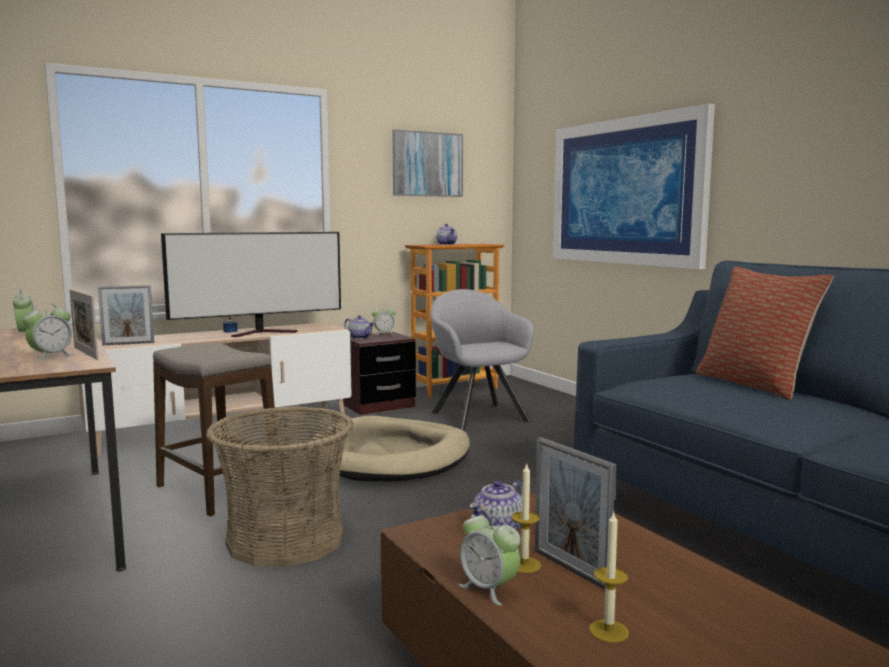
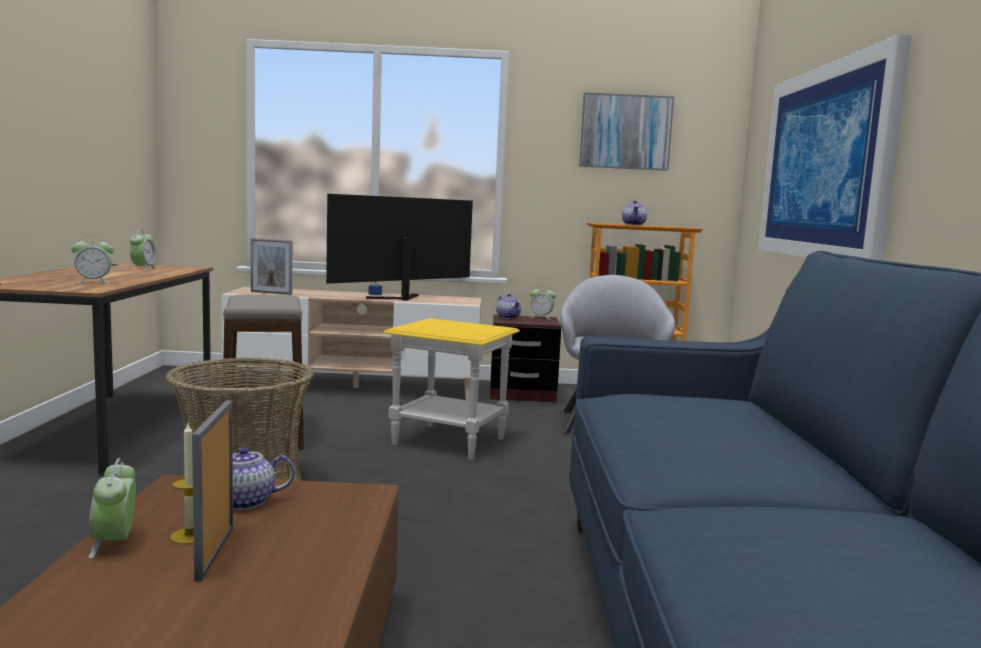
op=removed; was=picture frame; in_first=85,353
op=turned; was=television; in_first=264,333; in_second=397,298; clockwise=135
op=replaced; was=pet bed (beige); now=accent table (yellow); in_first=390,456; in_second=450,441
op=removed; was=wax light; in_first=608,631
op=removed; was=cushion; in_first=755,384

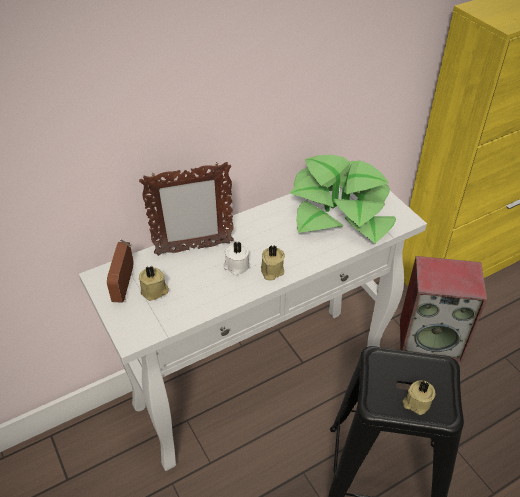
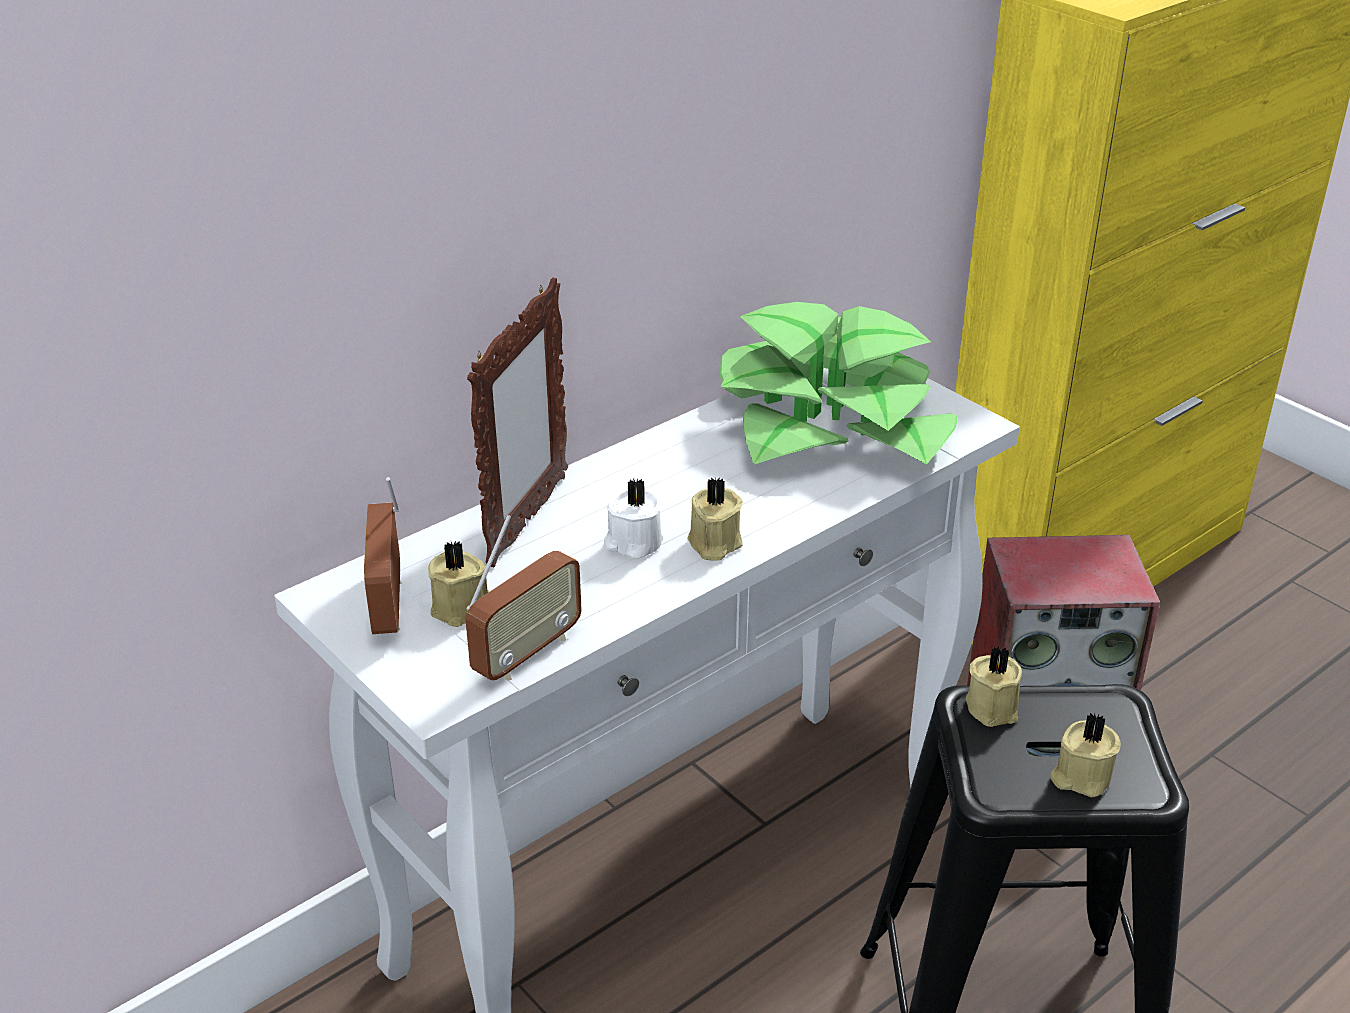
op=turned; was=picture frame; in_first=193,248; in_second=527,521; clockwise=-45
op=added; now=radio set; in_second=526,653
op=added; now=wax light (beige); in_second=993,706

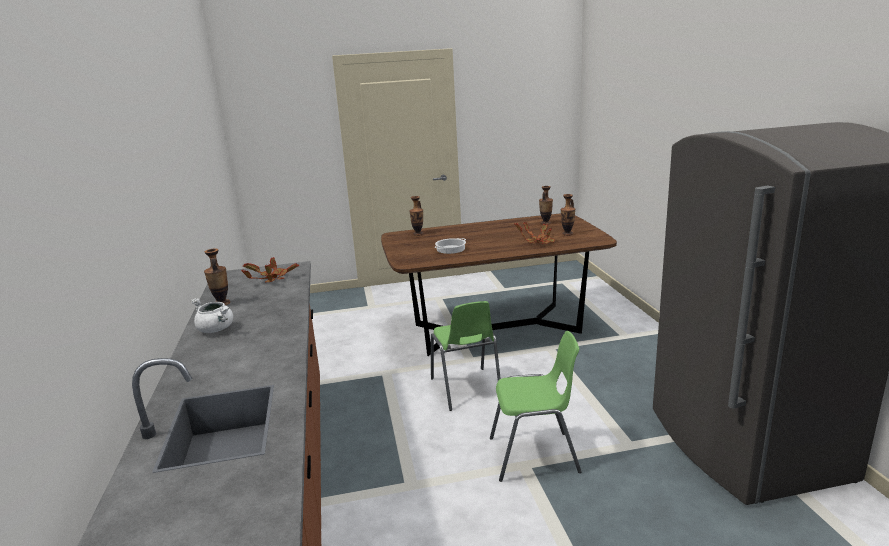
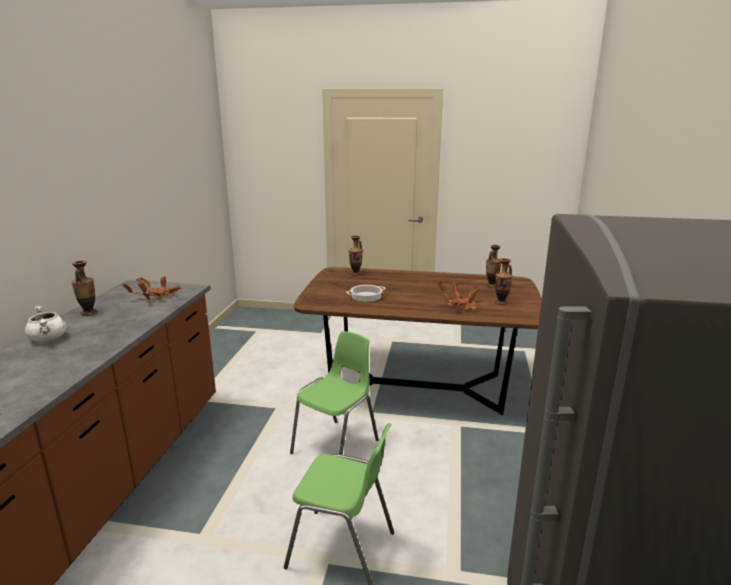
op=turned; was=plain chair (green-coloured); in_first=466,389; in_second=337,447; clockwise=-150

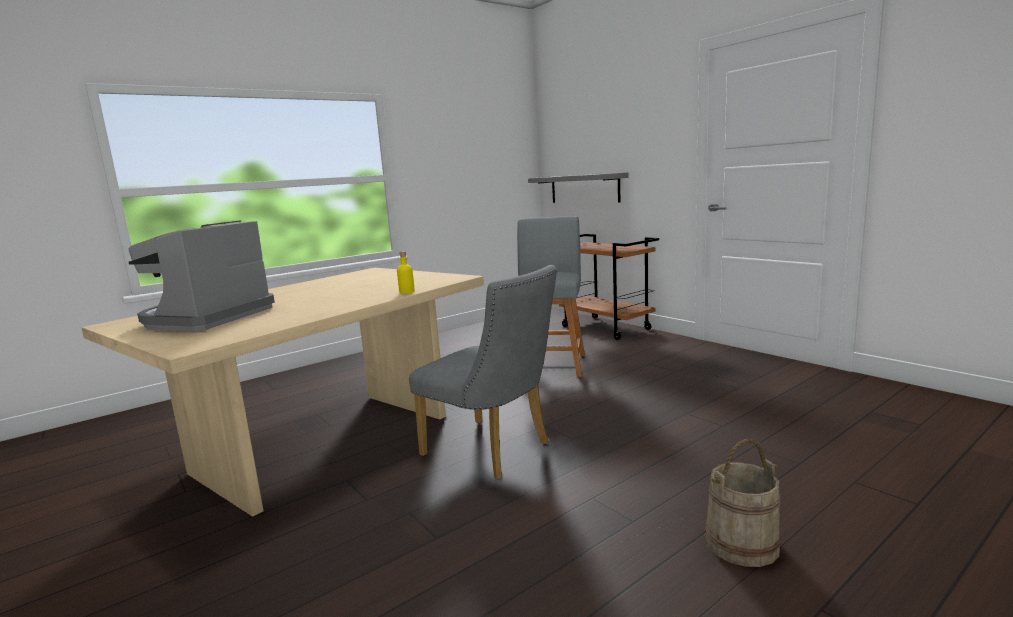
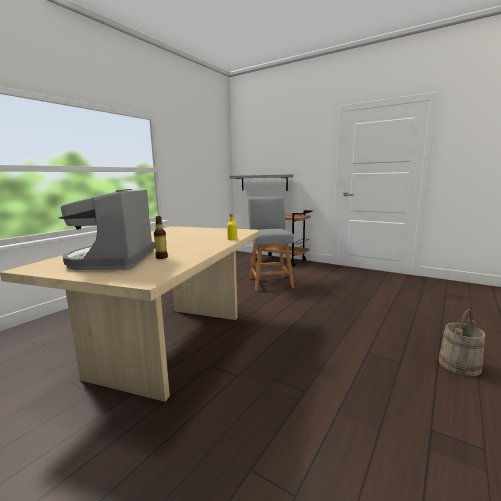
op=removed; was=plain chair (greyish); in_first=493,451
op=added; now=beverage bottle; in_second=161,257

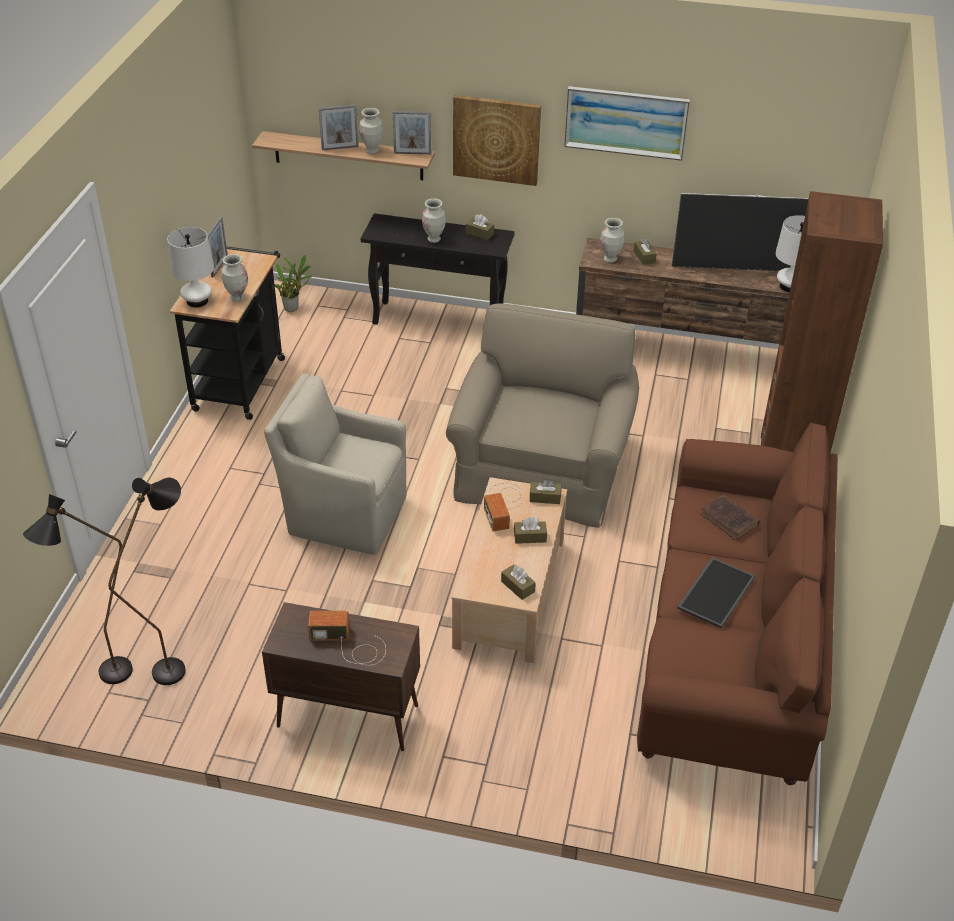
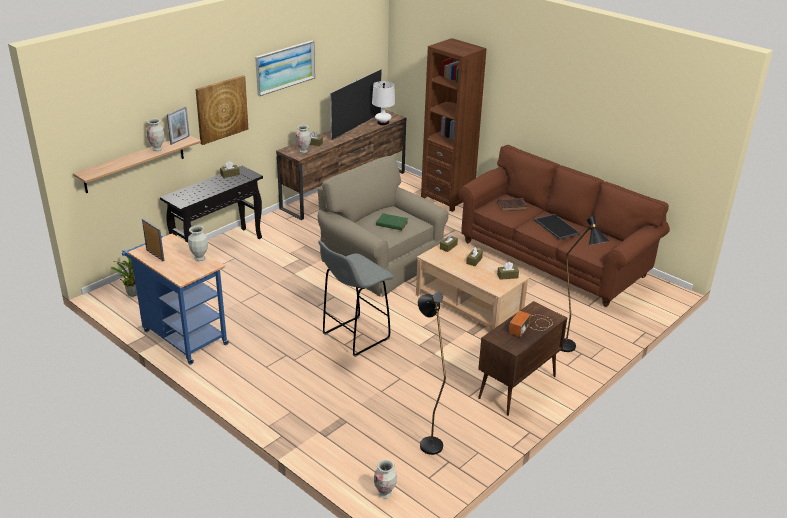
op=moved; was=standard lamp (black); in_first=106,679; in_second=570,350
op=removed; was=lamp for a table (white); in_first=197,301
op=recoloured; was=trolley (black); now=trolley (bluish); in_first=241,379; in_second=181,336
op=replaced; was=lounge chair (beige); now=sitting stool (greyish); in_first=344,514; in_second=354,337
op=removed; was=picture frame; in_first=340,148
op=moved; was=decorative vase; in_first=434,239; in_second=385,494
op=removed; was=radio set; in_first=503,505
op=added; now=bound book (green-coloured); in_second=391,223

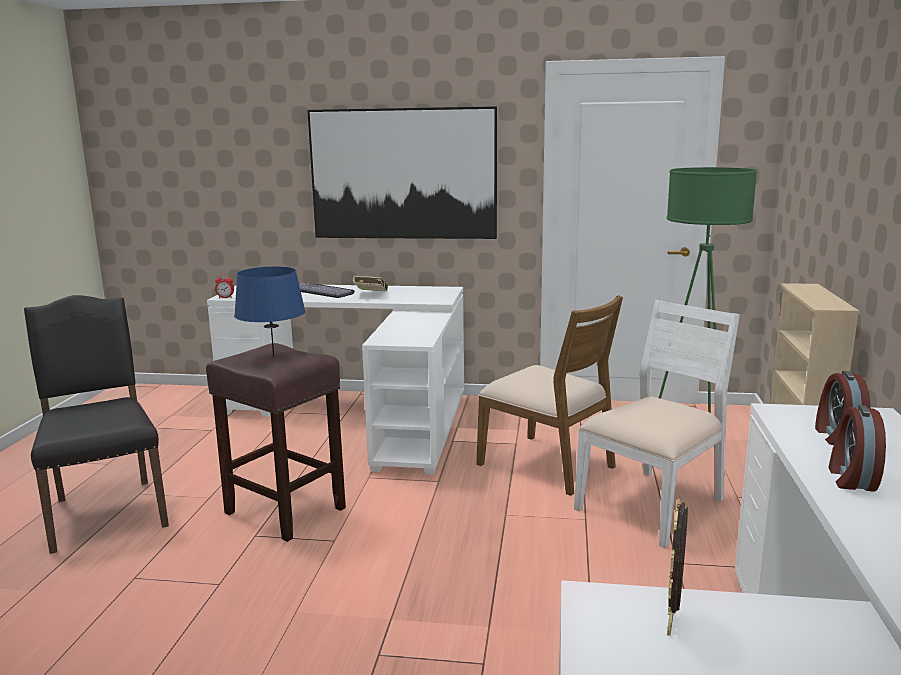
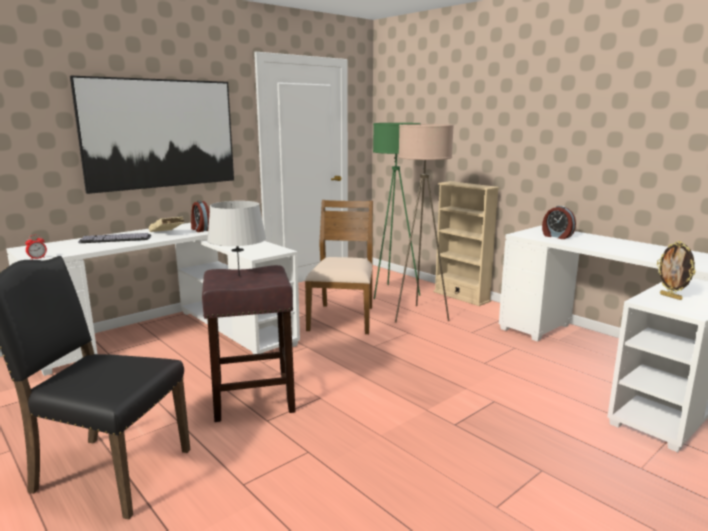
op=recoloured; was=lamp for a table (bluish); now=lamp for a table (greyish); in_first=273,357; in_second=239,275
op=turned; was=plain chair (brownish); in_first=548,465; in_second=343,318; clockwise=-75
op=replaced; was=plain chair (white); now=standard lamp (beige); in_first=653,505; in_second=419,316
op=moved; was=table clock; in_first=851,478; in_second=200,229

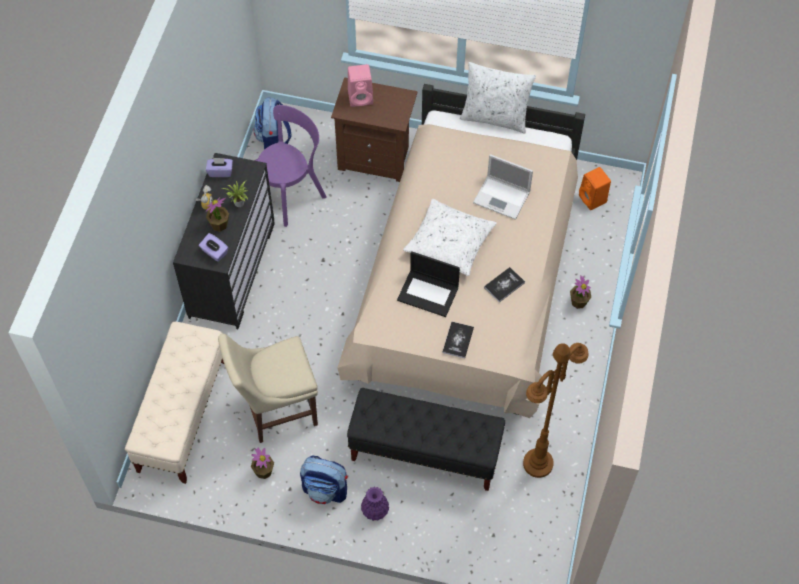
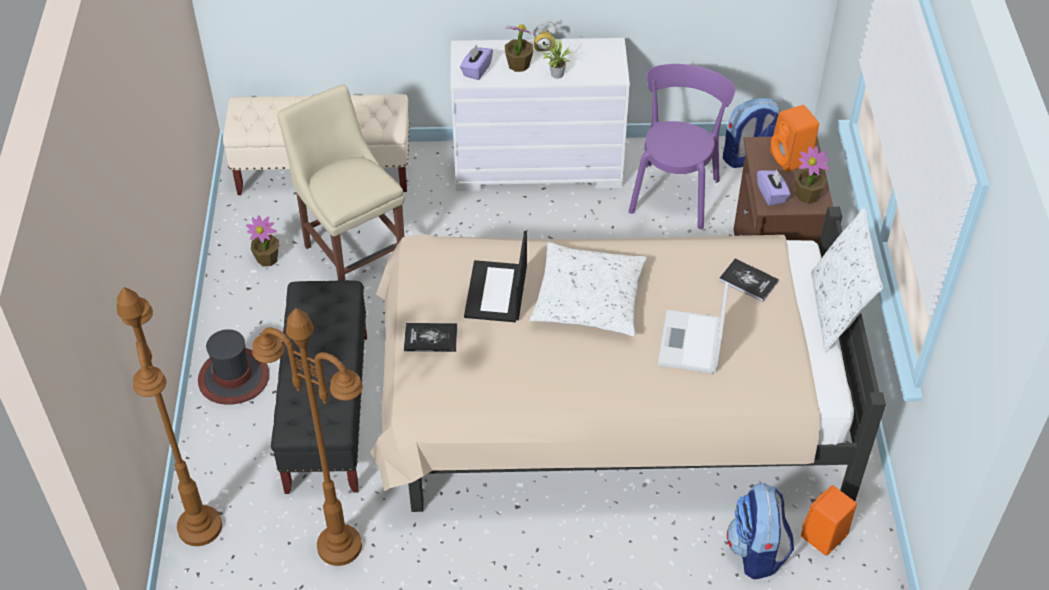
op=recoloured; was=drawer chest (black); now=drawer chest (white); in_first=231,269; in_second=538,165
op=moved; was=tissue holder (purple); in_first=220,171; in_second=771,194
op=turned; was=plain chair (purple); in_first=291,192; in_second=675,192; clockwise=-105
op=moved; was=rucksack; in_first=326,489; in_second=756,551
op=recoloured; was=audio speaker (pink); now=audio speaker (orangey); in_first=361,97; in_second=791,159
op=replaced; was=decorative vase (purple); now=wearable hat; in_first=375,510; in_second=234,377
op=moved; was=bound book; in_first=504,285; in_second=748,281
op=moved; was=potted plant; in_first=578,302; in_second=807,195
op=added; now=standard lamp (brownish); in_second=199,526

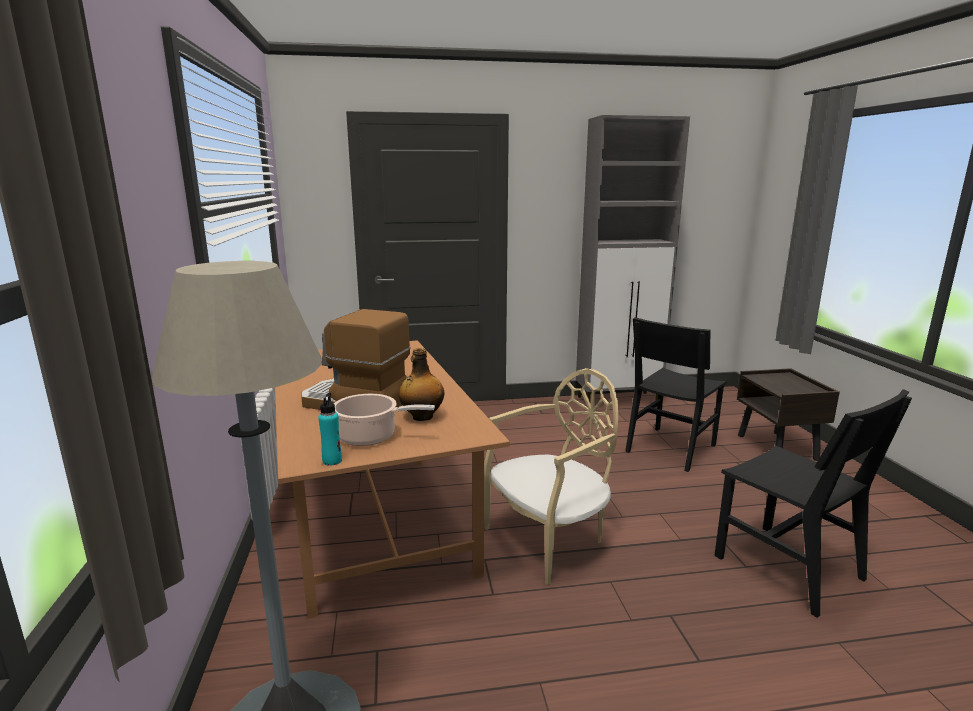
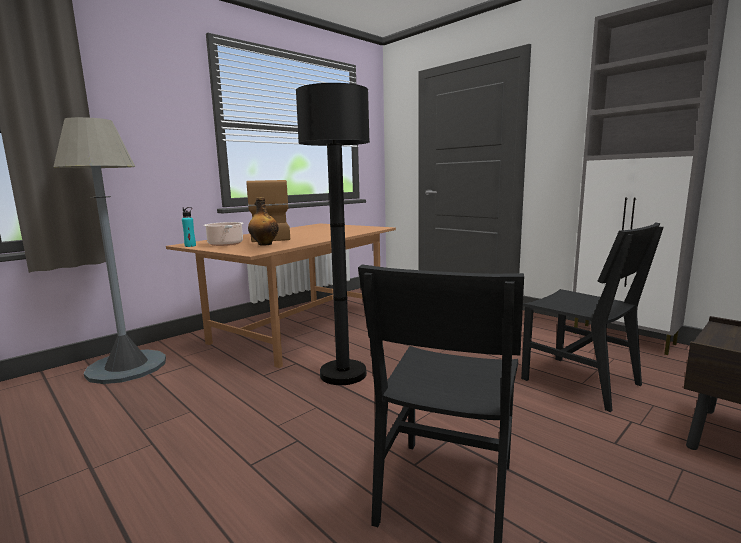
op=replaced; was=plain chair (beige); now=standard lamp (black); in_first=549,539; in_second=343,374
op=turned; was=plain chair (black); in_first=670,448; in_second=580,382; clockwise=-135

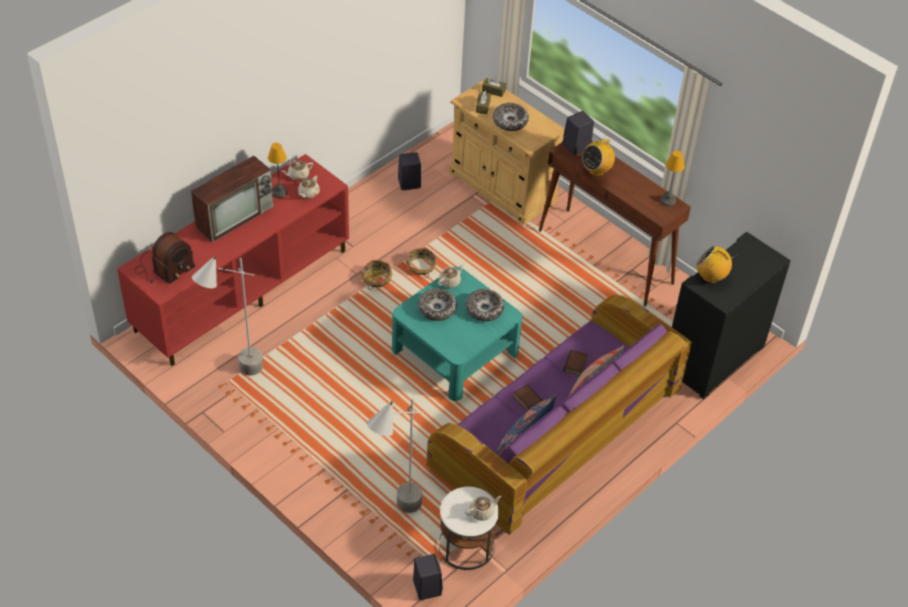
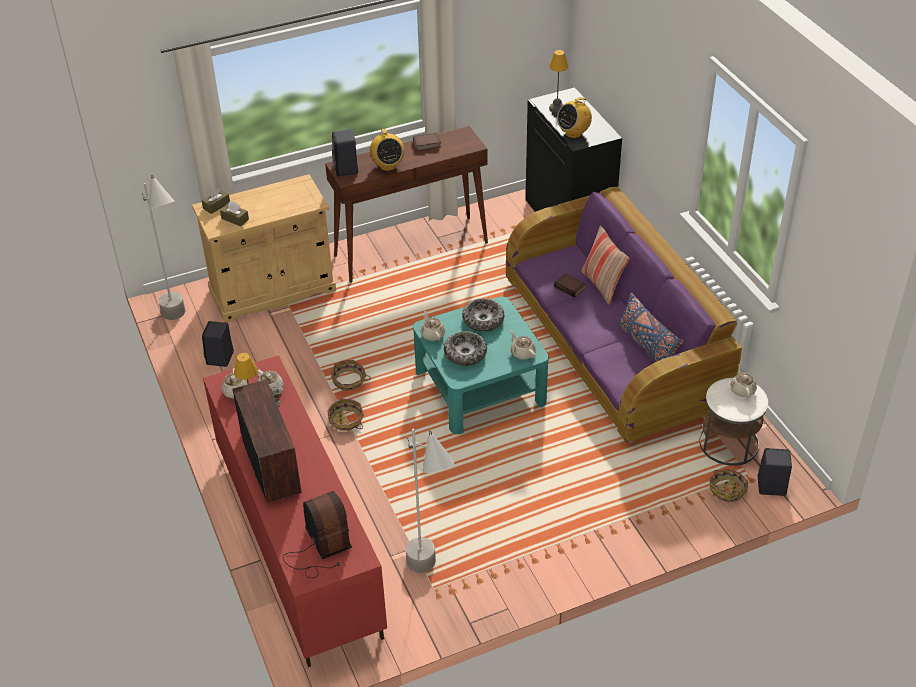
op=moved; was=standard lamp (greyish); in_first=395,516; in_second=181,323
op=removed; was=deep dish; in_first=510,121
op=moved; was=bound book; in_first=526,400; in_second=427,145
op=moved; was=lamp for a table; in_first=667,200; in_second=556,108
op=added; now=teapot (beige); in_second=522,353
op=added; now=basket; in_second=727,489

